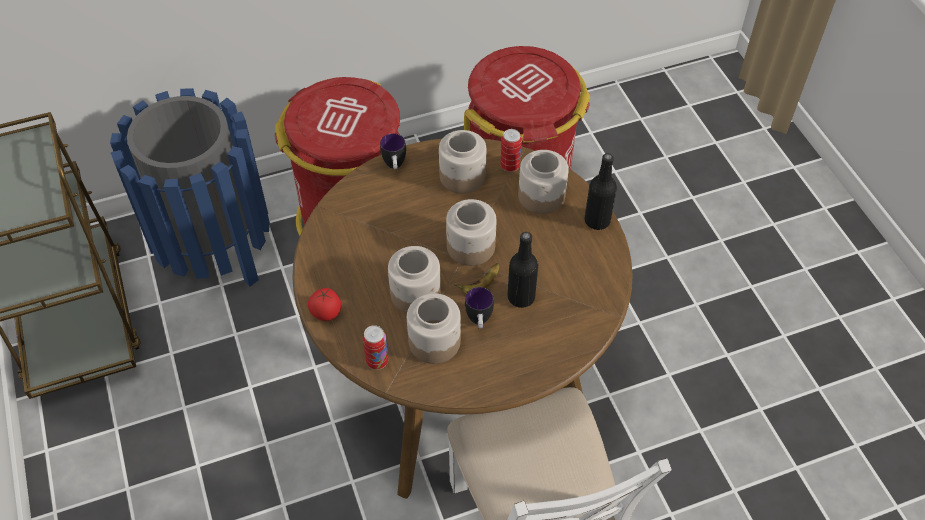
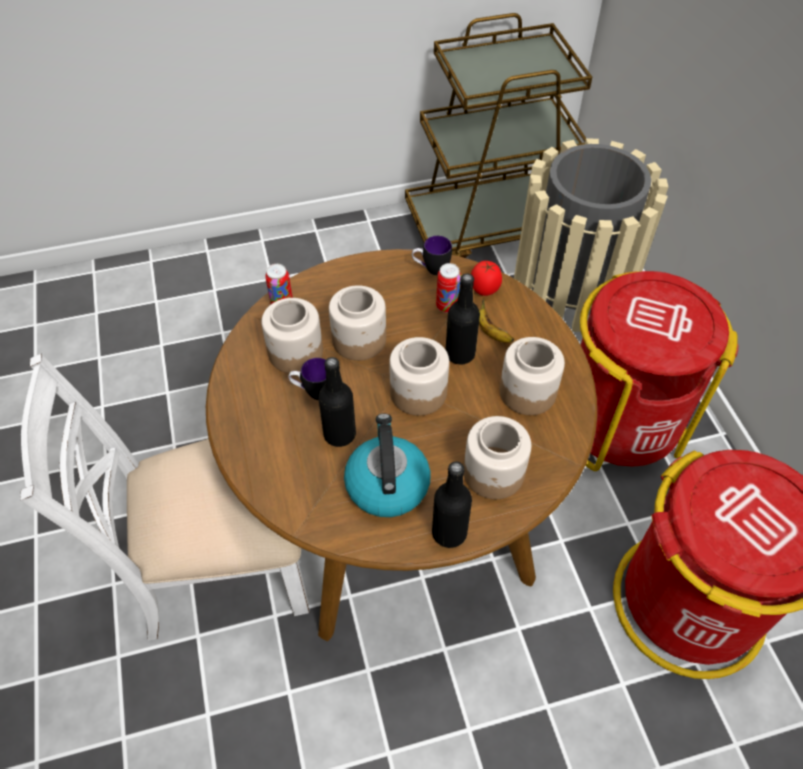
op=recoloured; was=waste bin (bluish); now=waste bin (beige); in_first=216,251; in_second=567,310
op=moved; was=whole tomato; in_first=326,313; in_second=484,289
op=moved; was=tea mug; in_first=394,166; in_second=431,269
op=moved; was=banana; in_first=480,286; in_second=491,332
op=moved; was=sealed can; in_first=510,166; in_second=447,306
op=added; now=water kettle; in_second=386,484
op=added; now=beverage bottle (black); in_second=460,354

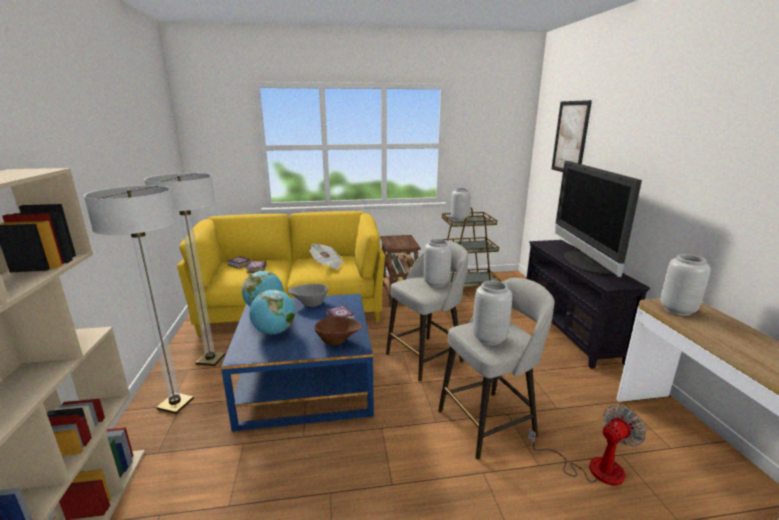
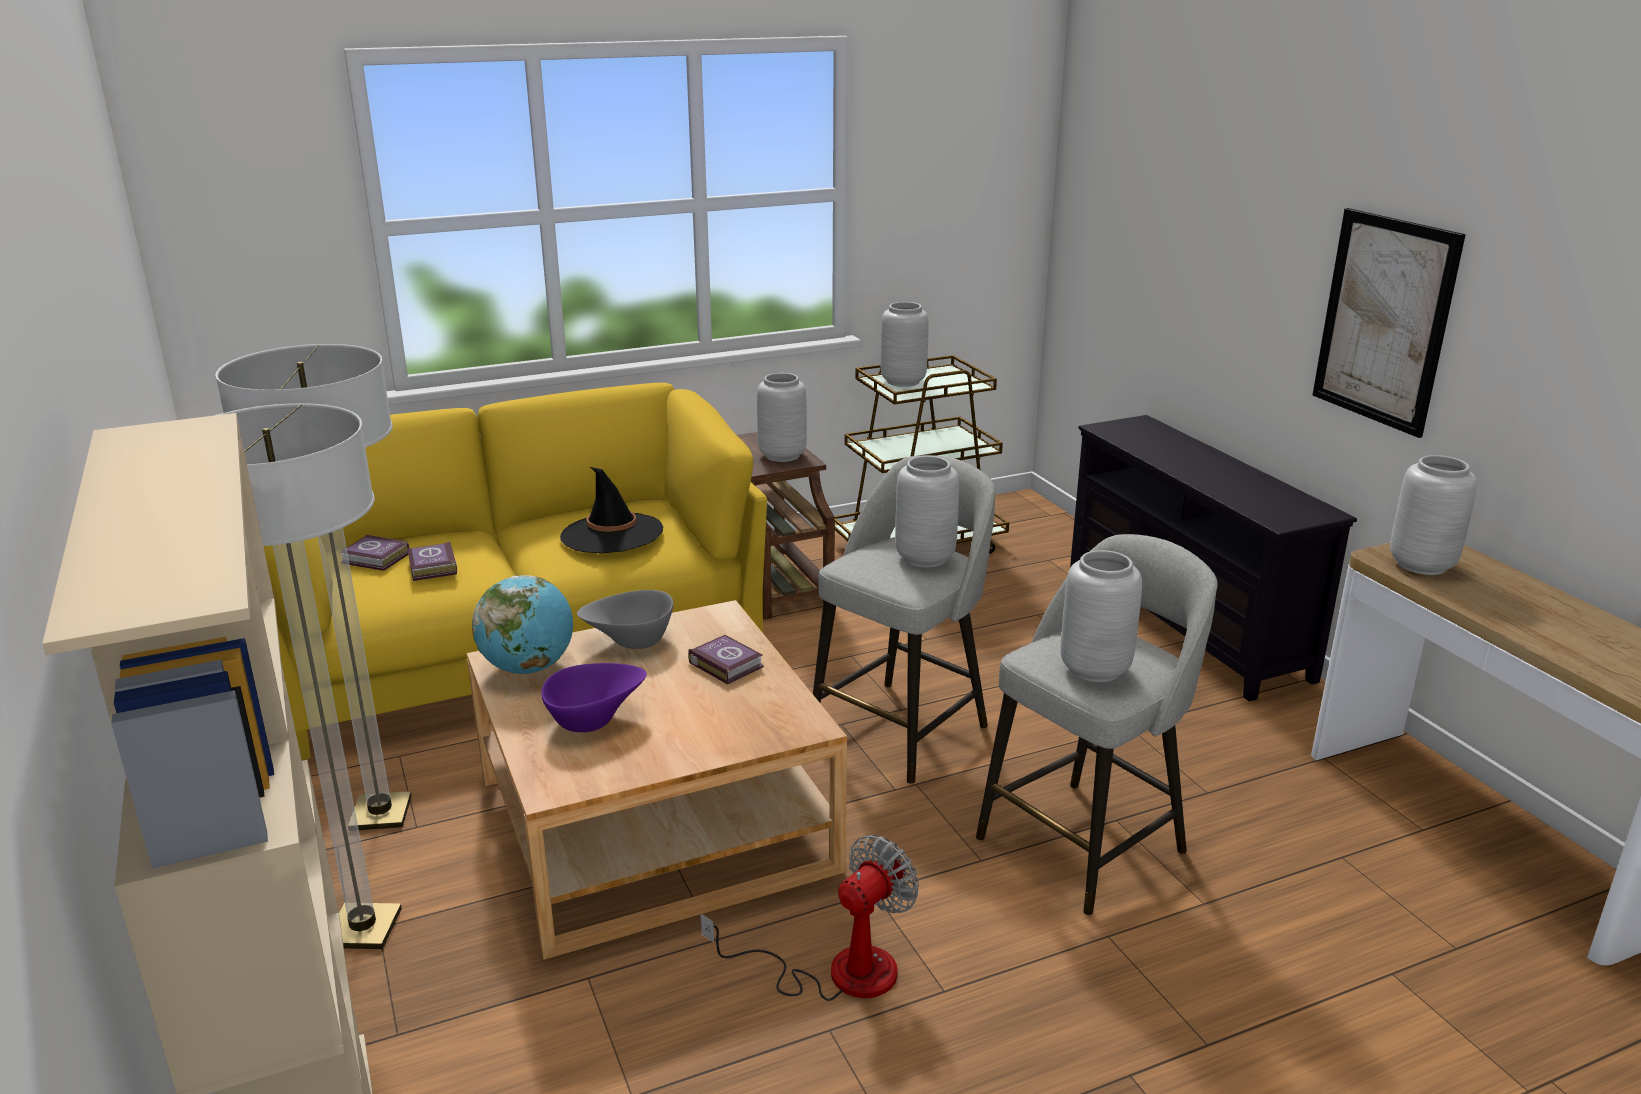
op=recoloured; was=low table (bluish); now=low table (beige); in_first=307,380; in_second=655,823
op=replaced; was=desk globe; now=deep dish (purple); in_first=274,332; in_second=594,720
op=replaced; was=printed paper; now=wearable hat (black); in_first=327,264; in_second=612,534
op=removed; was=deep dish (brownish); in_first=338,341
op=moved; was=fan; in_first=592,468; in_second=837,972
op=moved; was=picture; in_first=570,137; in_second=1384,321
op=removed; was=television; in_first=584,262
op=added; now=decorative vase (greyish); in_second=781,455

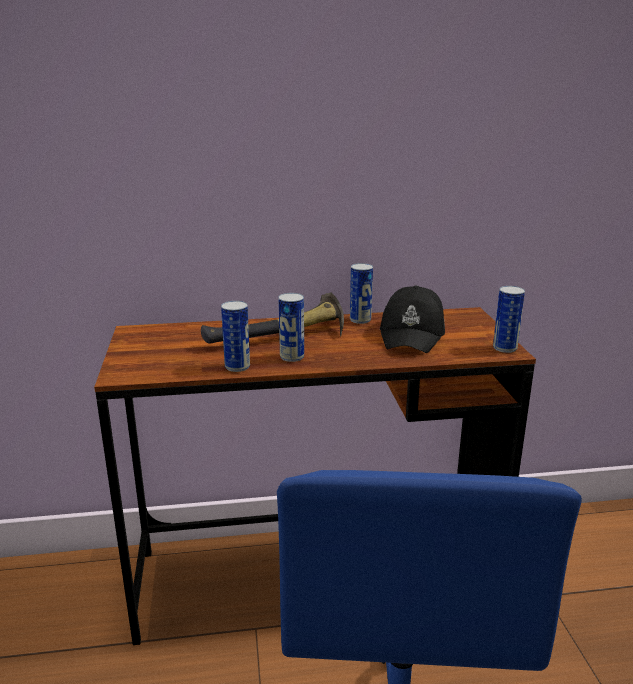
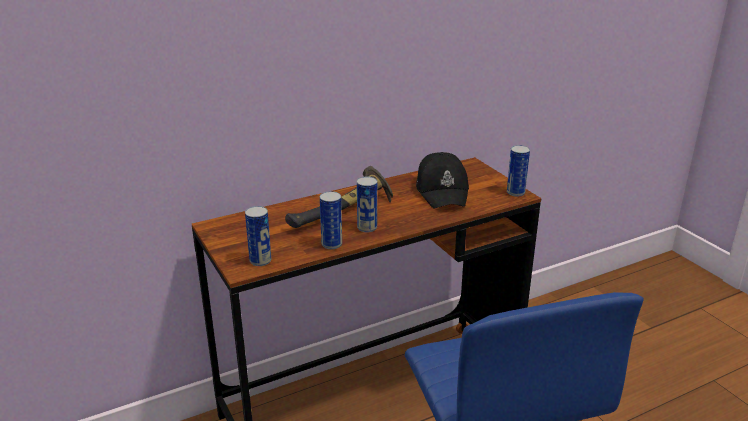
op=moved; was=sealed can; in_first=360,320; in_second=260,261

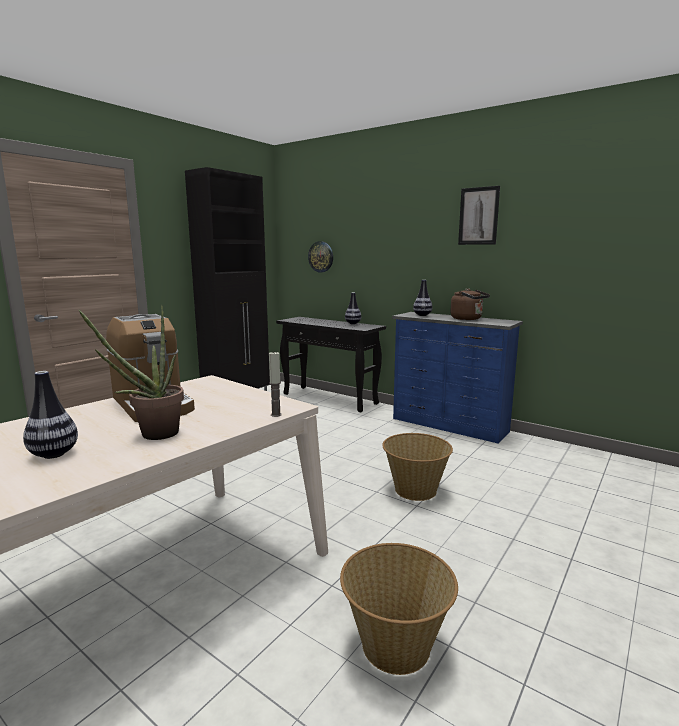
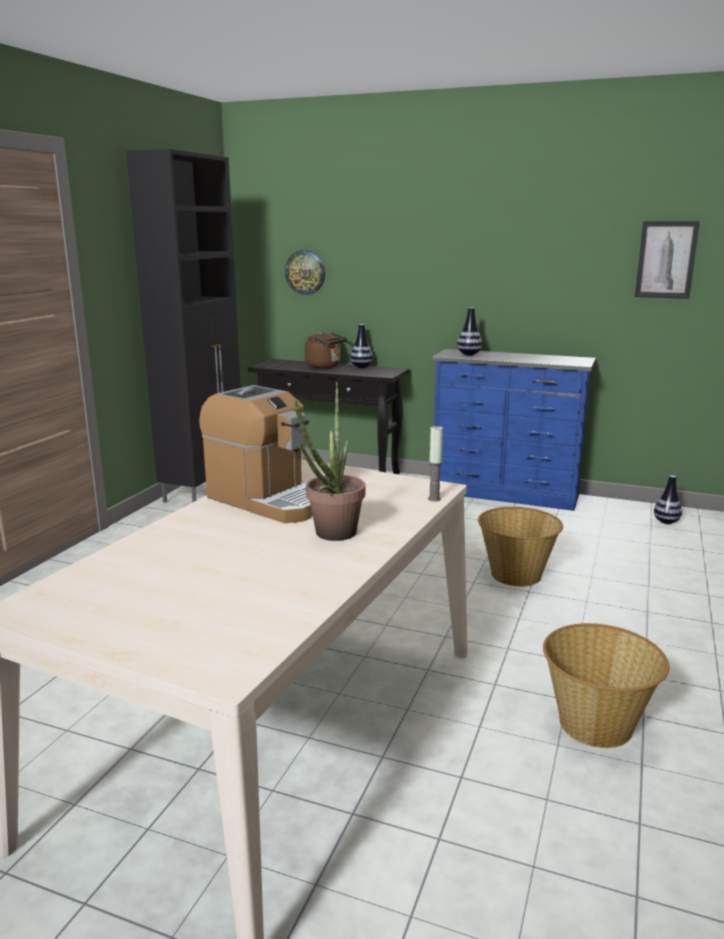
op=moved; was=decorative vase; in_first=54,454; in_second=666,522
op=moved; was=water kettle (brownish); in_first=468,319; in_second=325,366
op=moved; was=picture; in_first=478,216; in_second=666,260

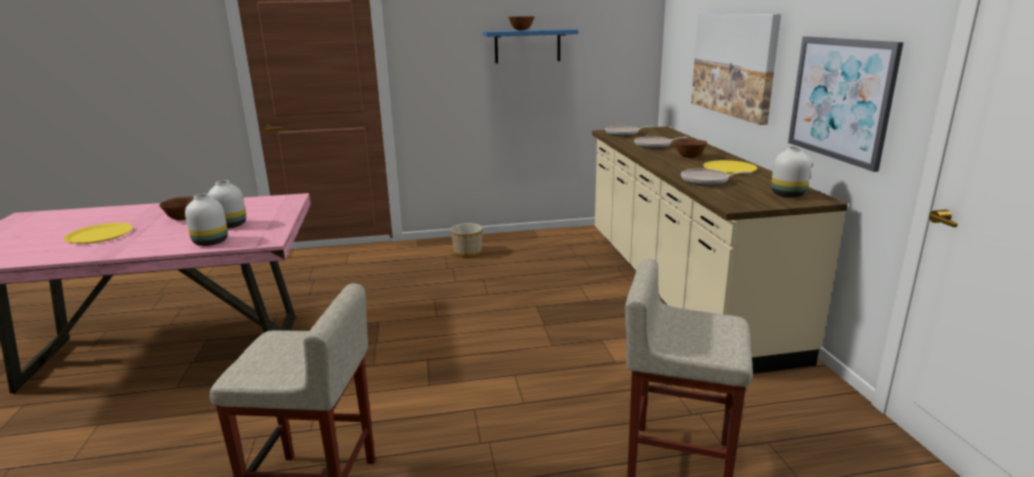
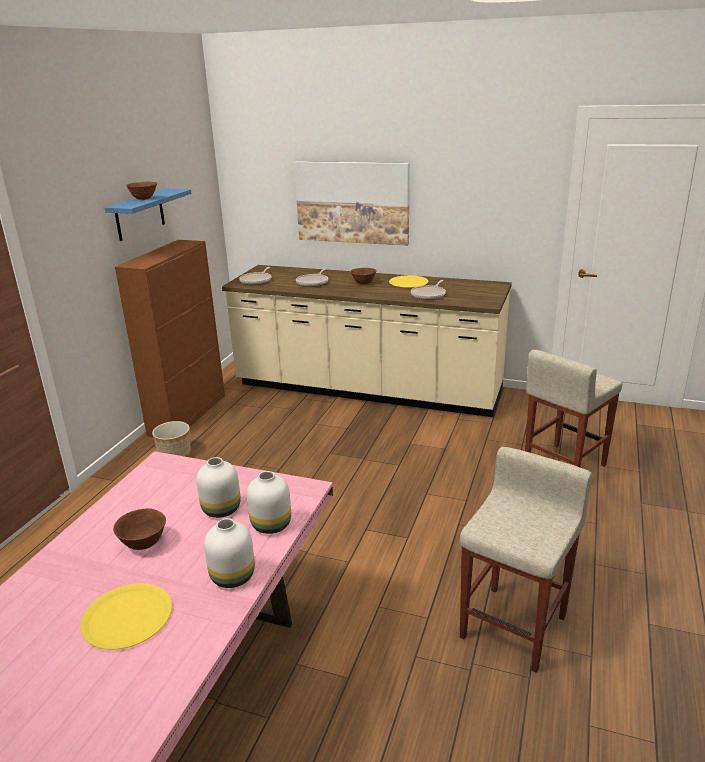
op=moved; was=decorative vase (white); in_first=788,194; in_second=233,575
op=removed; was=picture; in_first=840,99
op=added; now=cupboard (brownish); in_second=188,414

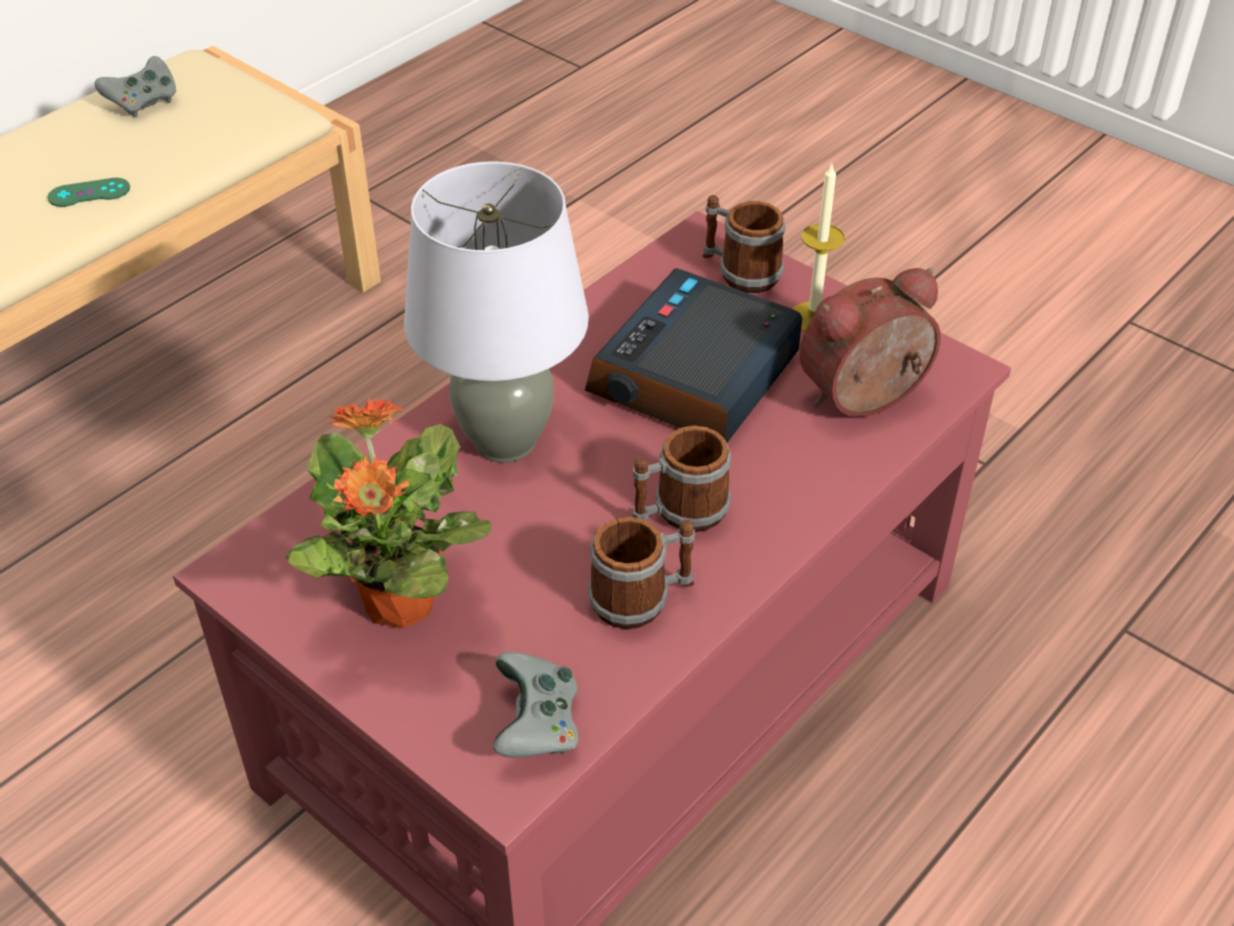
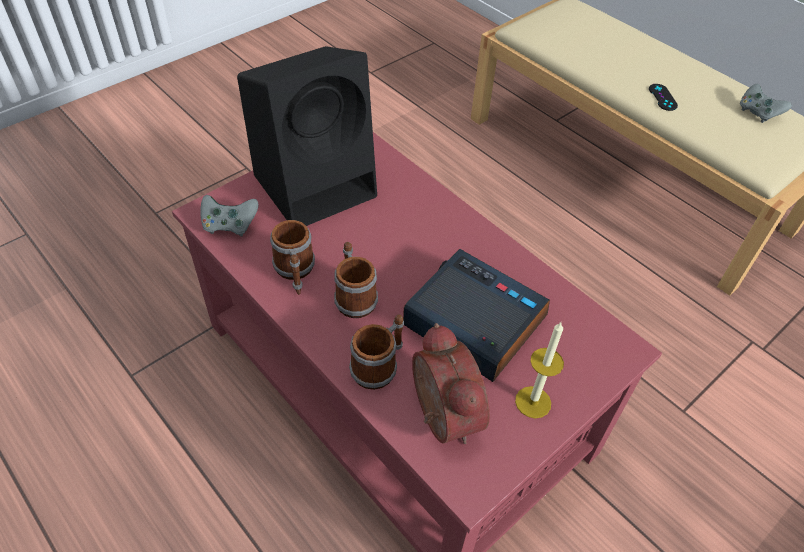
op=recoloured; was=gamepad (green-coloured); now=gamepad (black); in_first=89,193; in_second=662,97
op=replaced; was=potted plant; now=audio speaker (black); in_first=398,605; in_second=317,184
op=removed; was=lamp for a table (greyish); in_first=505,440
op=moved; was=tea mug; in_first=740,272; in_second=379,366

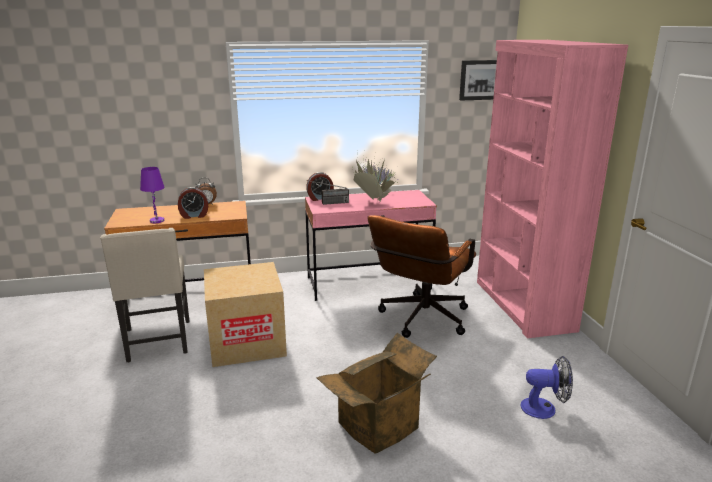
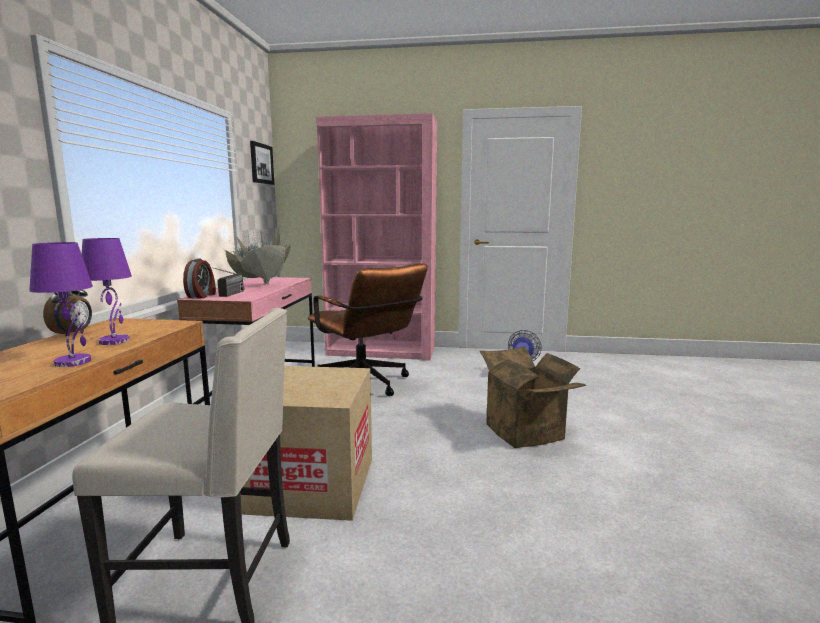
op=replaced; was=table clock; now=lamp for a table (purple); in_first=194,216; in_second=114,341

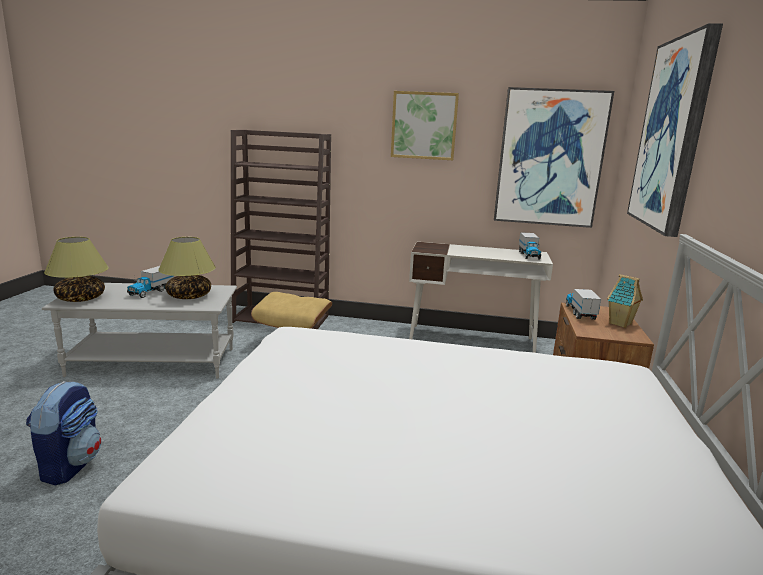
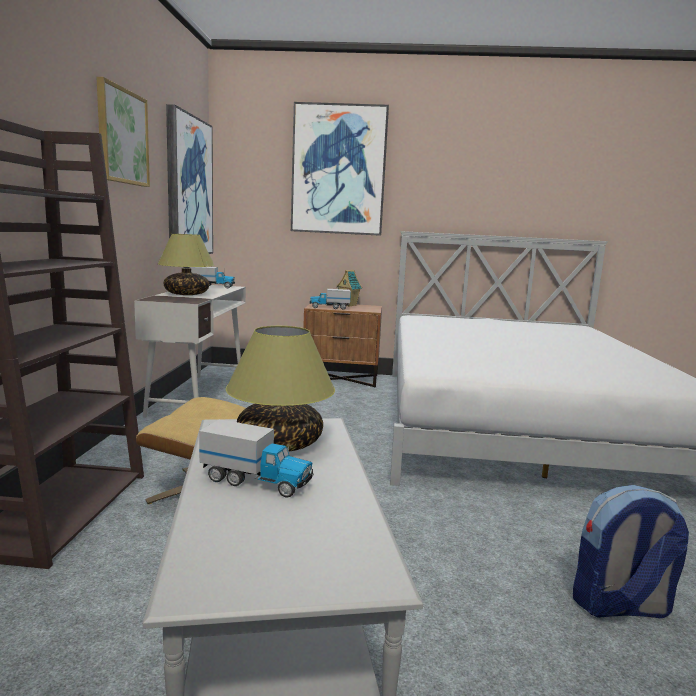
op=moved; was=lamp for a table; in_first=80,298; in_second=187,294

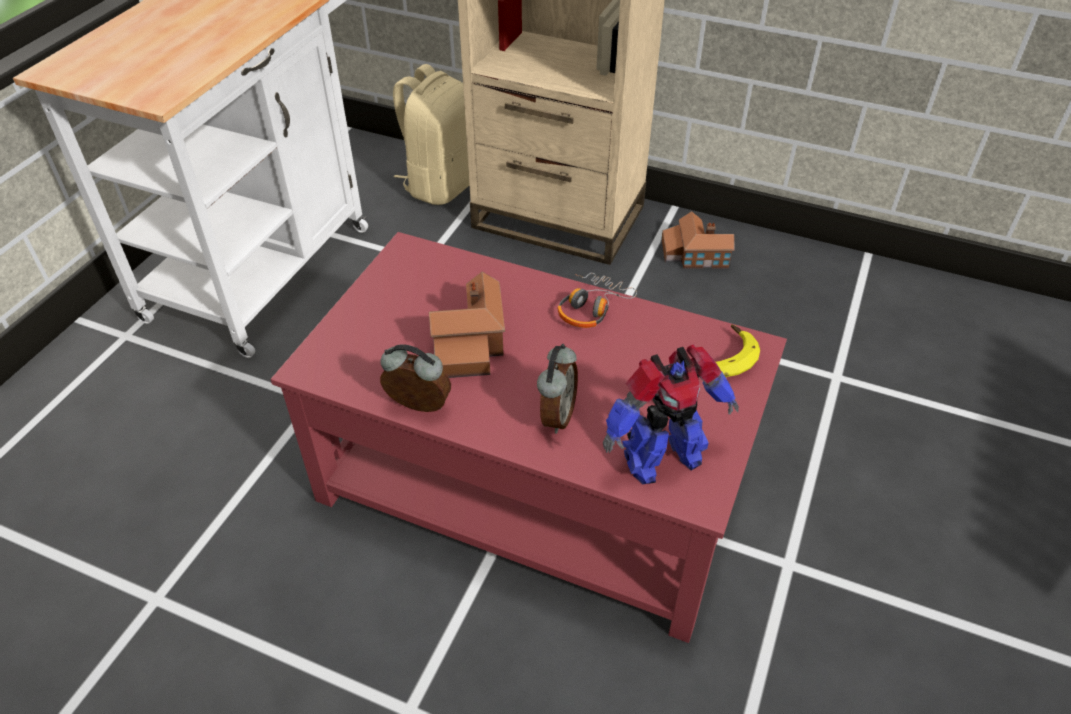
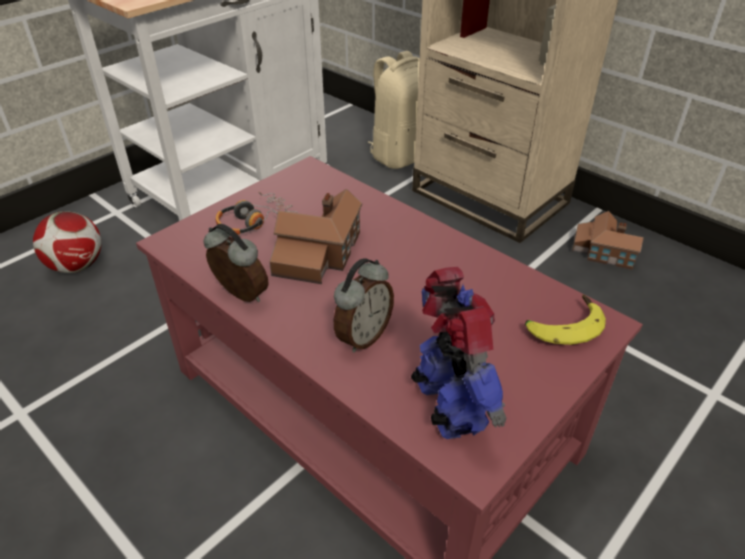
op=moved; was=pair of headphones; in_first=591,307; in_second=255,221
op=turned; was=toy robot; in_first=660,458; in_second=448,406; clockwise=-105
op=added; now=football ball; in_second=77,266

